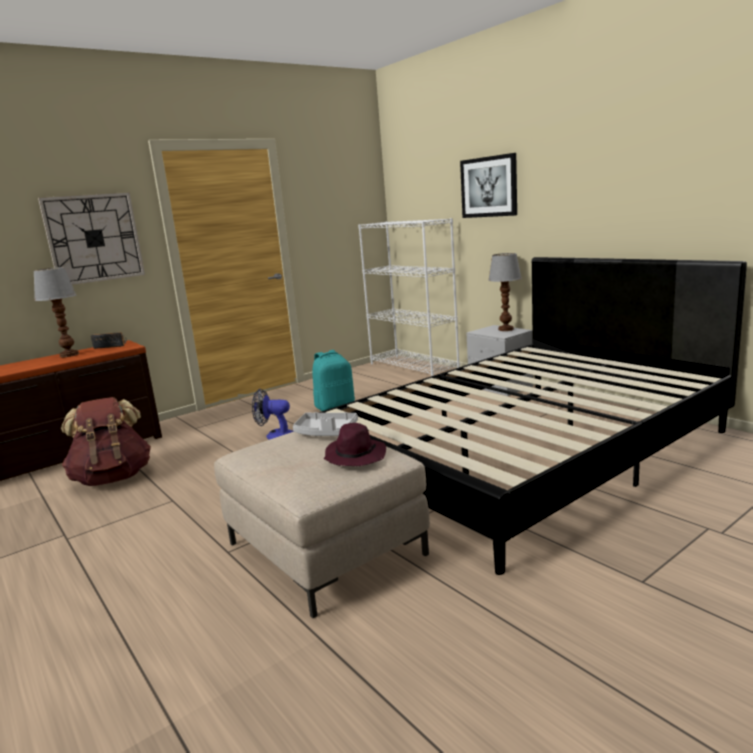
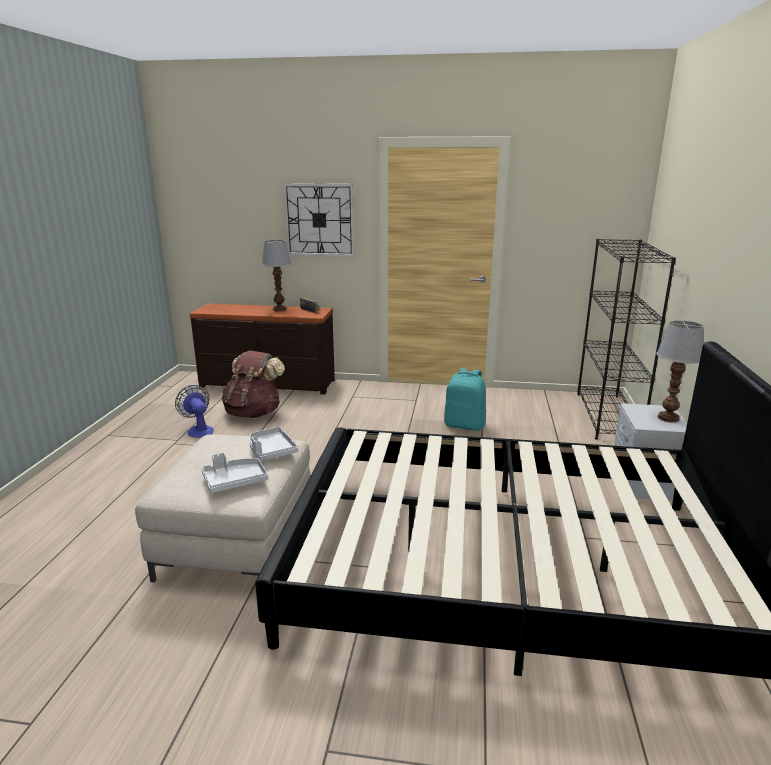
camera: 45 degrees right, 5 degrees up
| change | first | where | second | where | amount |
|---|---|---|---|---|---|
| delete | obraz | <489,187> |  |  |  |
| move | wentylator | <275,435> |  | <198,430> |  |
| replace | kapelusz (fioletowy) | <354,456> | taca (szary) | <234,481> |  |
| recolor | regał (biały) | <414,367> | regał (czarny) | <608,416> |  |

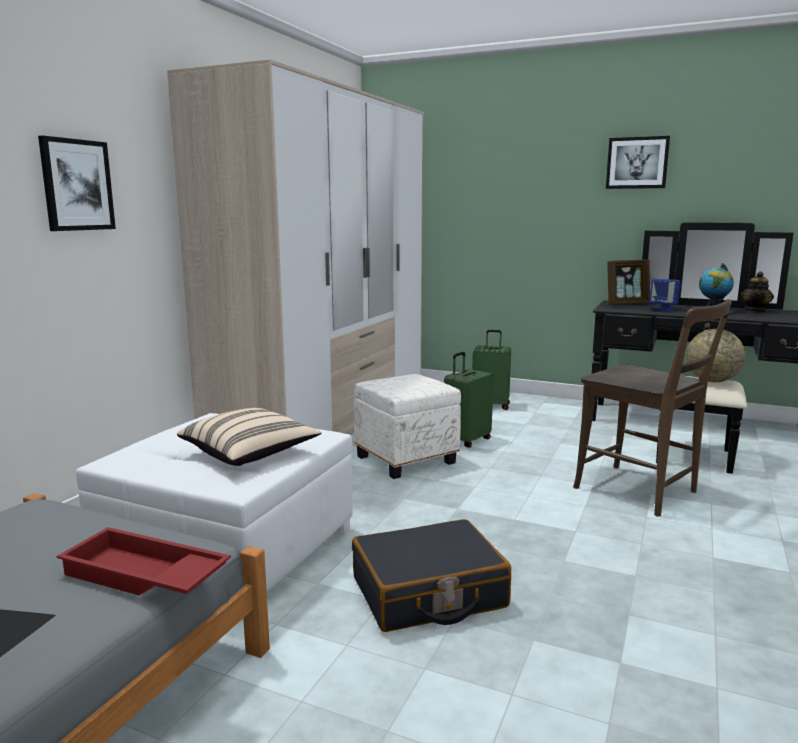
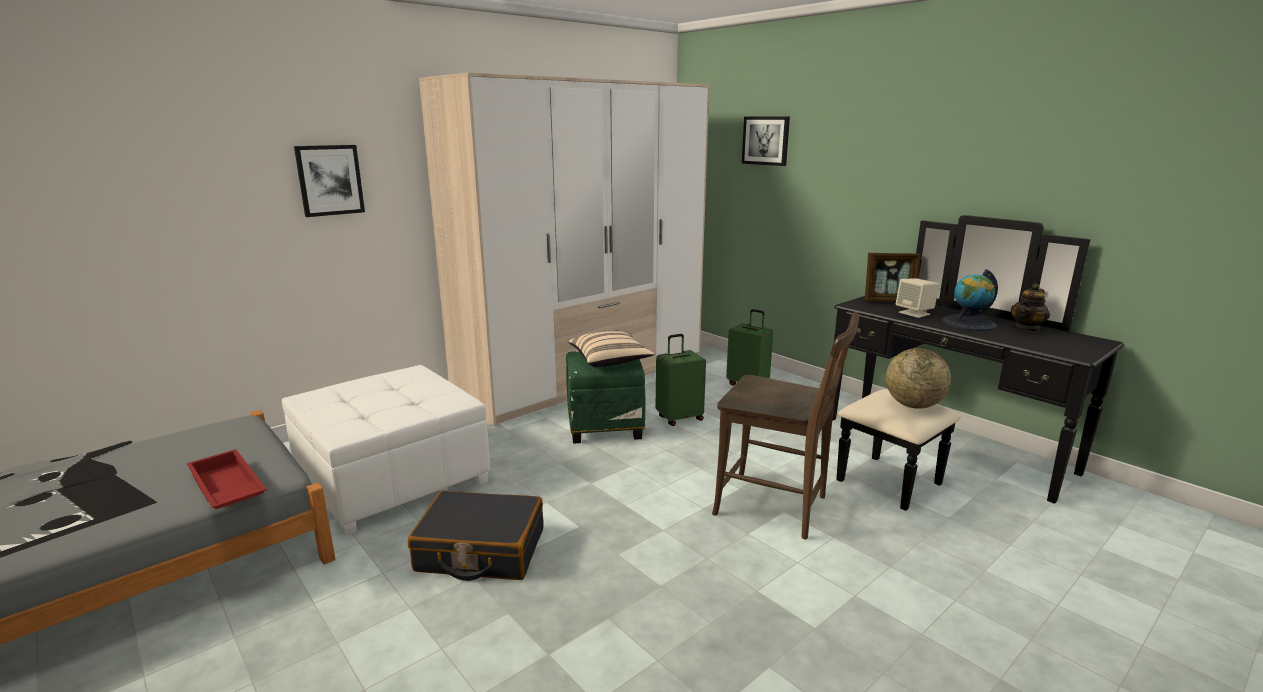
camera: 25 degrees right, 5 degrees up
| change | first | where | second | where | amount |
|---|---|---|---|---|---|
| move | poduszka (beżowy) | <250,454> |  | <610,361> |  |
| move | obraz | <637,163> |  | <766,140> |  |
| recolor | pufa (biały) | <406,459> | pufa (zielony) | <605,426> |  |
| recolor | głośnik (niebieski) | <663,309> | głośnik (beżowy) | <915,313> |  |
| rotate | krzesło (brązowy) | <641,492> |  | <777,507> | 45 degrees counterclockwise |

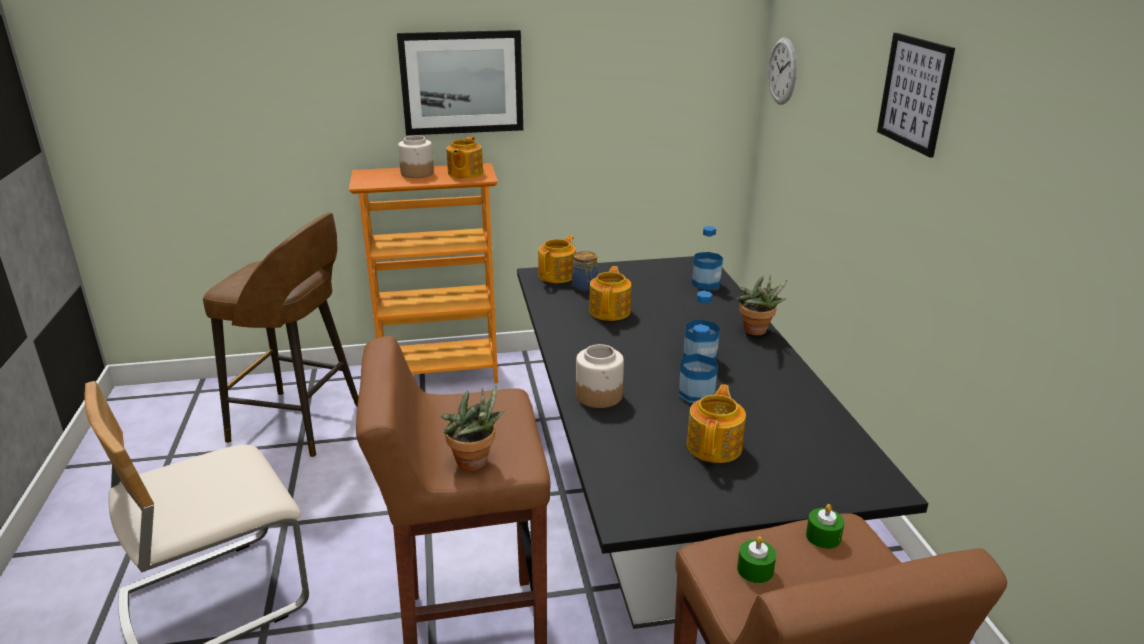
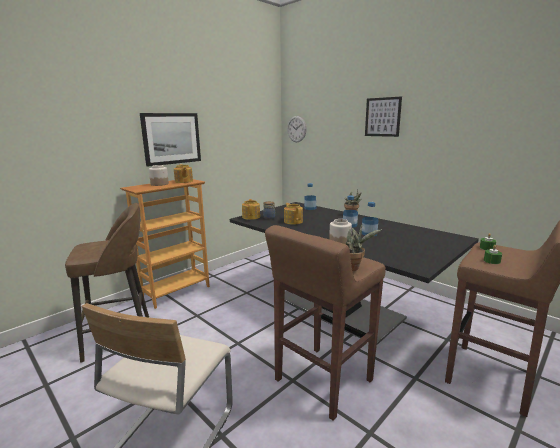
camera: 35 degrees left, 10 degrees down
| change | first | where | second | where | amount |
|---|---|---|---|---|---|
| delete | imbryk | <715,446> |  |  |  |

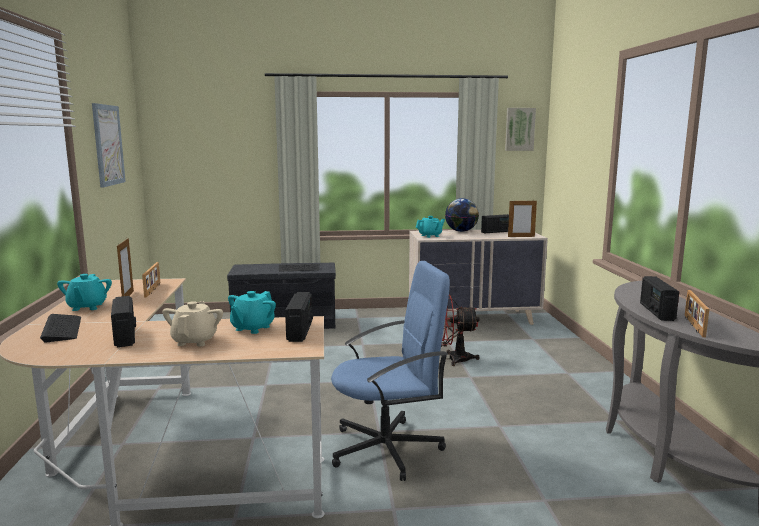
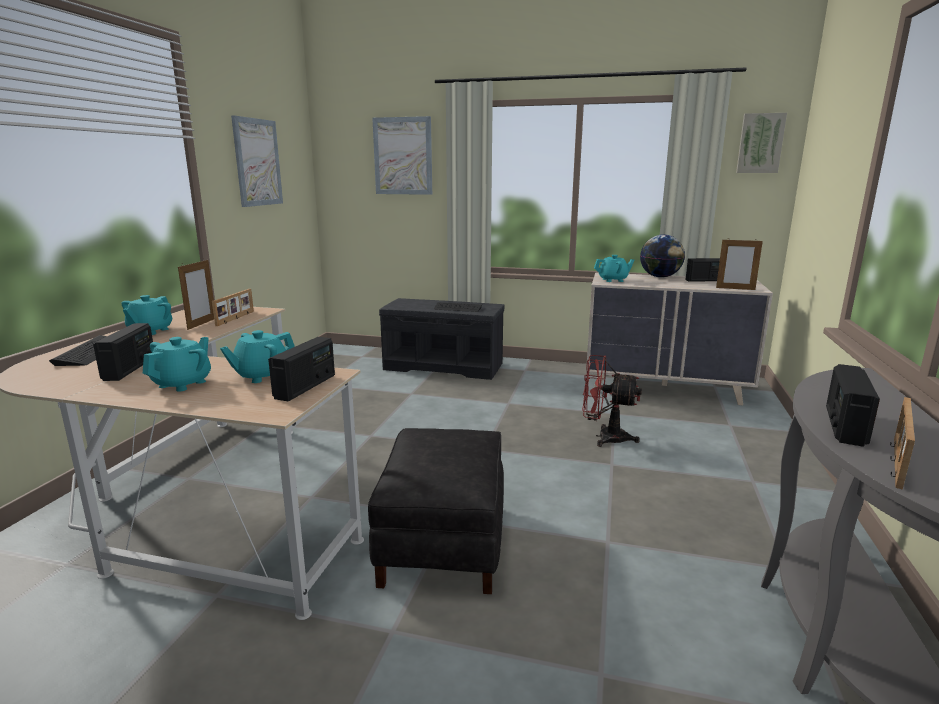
camera: 20 degrees right, 5 degrees up
| change | first | where | second | where | amount |
|---|---|---|---|---|---|
| insert |  |  | obraz | <403,156> |  |
| replace | krzesło biurowe (niebieski) | <387,449> | pufa (czarny) | <444,543> |  |
| recolor | imbryk (beżowy) | <195,341> | imbryk (turkusowy) | <183,383> |  |

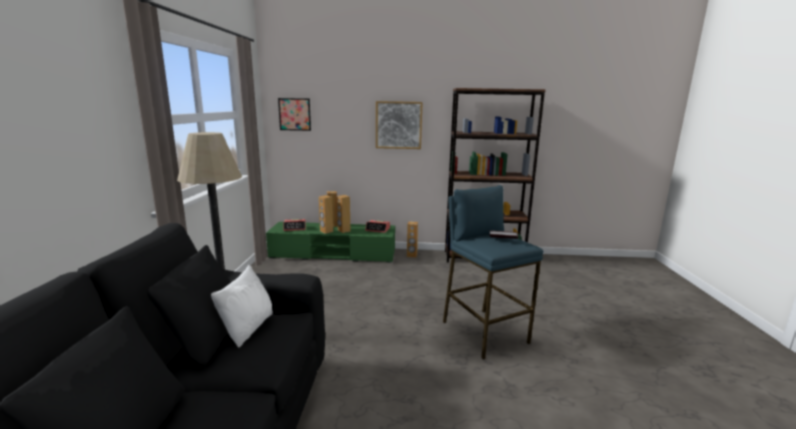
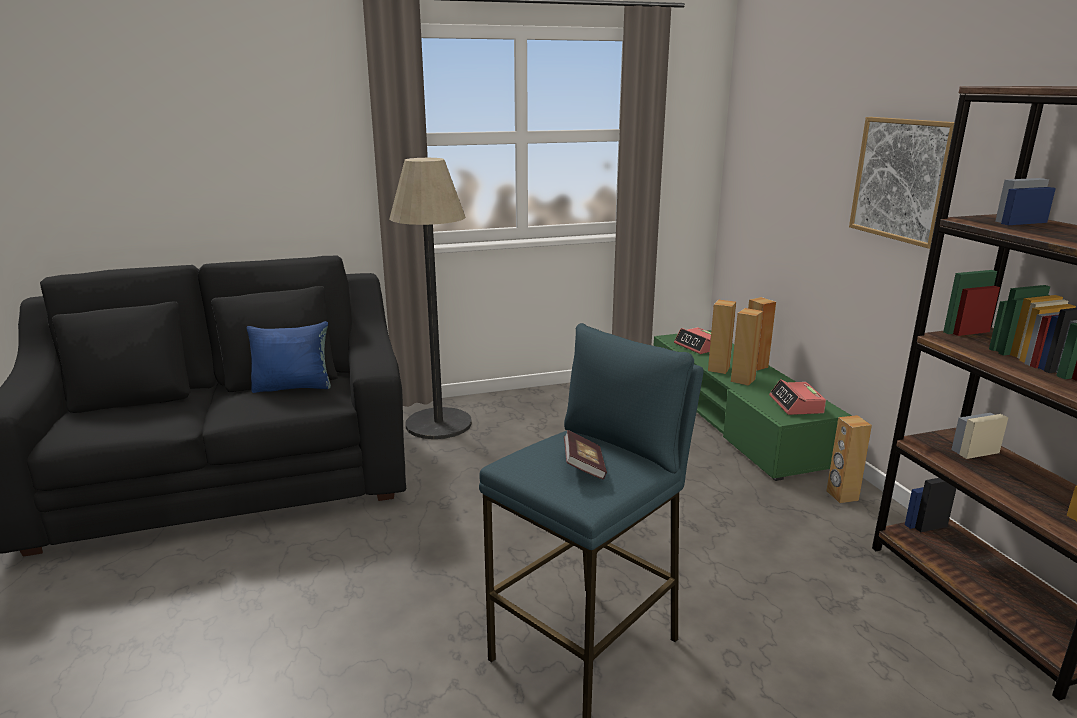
camera: 70 degrees right, 5 degrees up
| change | first | where | second | where | amount |
|---|---|---|---|---|---|
| delete | obraz | <294,114> |  |  |  |
| recolor | poduszka (biały) | <248,328> | poduszka (niebieski) | <293,387> |  |

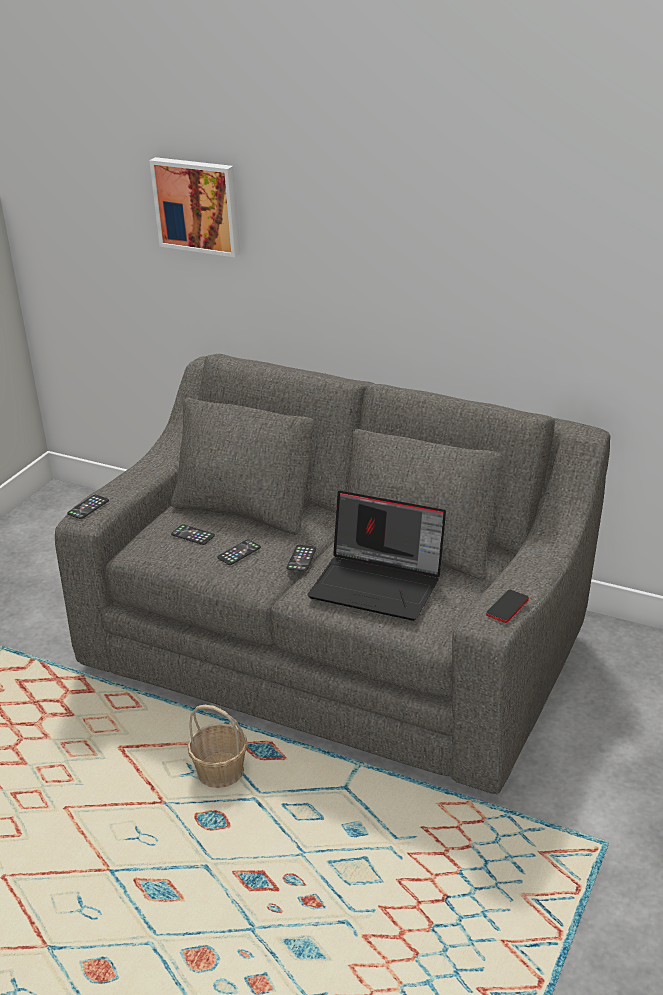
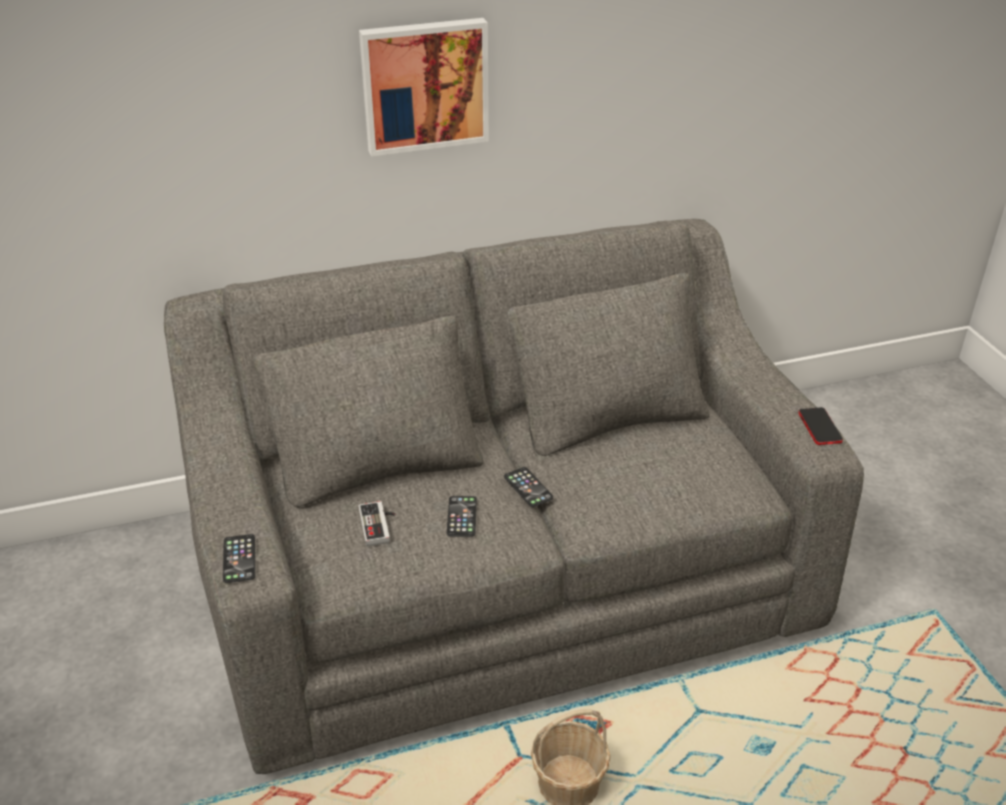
camera: 45 degrees left, 5 degrees up
| change | first | where | second | where | amount |
|---|---|---|---|---|---|
| delete | laptop | <379,584> |  |  |  |
| move | obraz | <198,205> |  | <424,85> |  |
| replace | telefon | <193,535> | pad do gier | <380,525> |  |

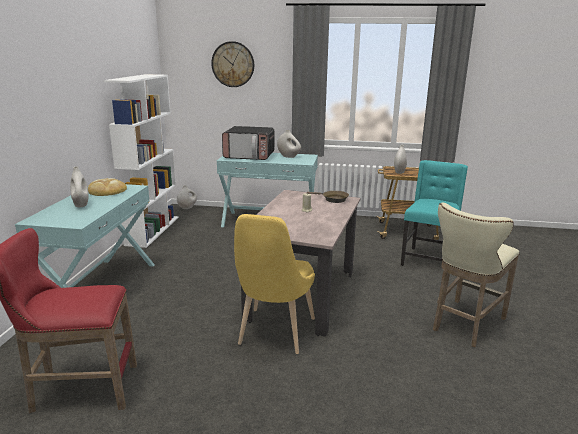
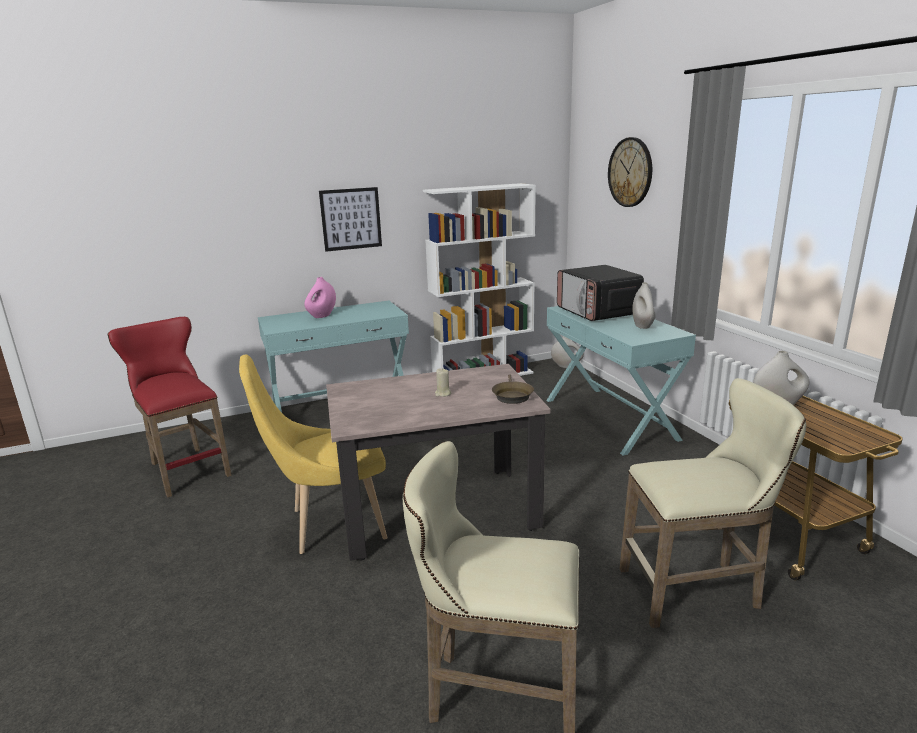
camera: 60 degrees right, 0 degrees up
| change | first | where | second | where | amount |
|---|---|---|---|---|---|
| delete | chleb | <107,190> |  |  |  |
| insert |  |  | obraz | <351,219> |  |
| replace | krzesło (turkusowy) | <428,260> | stołek (beżowy) | <697,590> |  |
| recolor | wazon (biały) | <81,204> | wazon (różowy) | <322,316> |  |

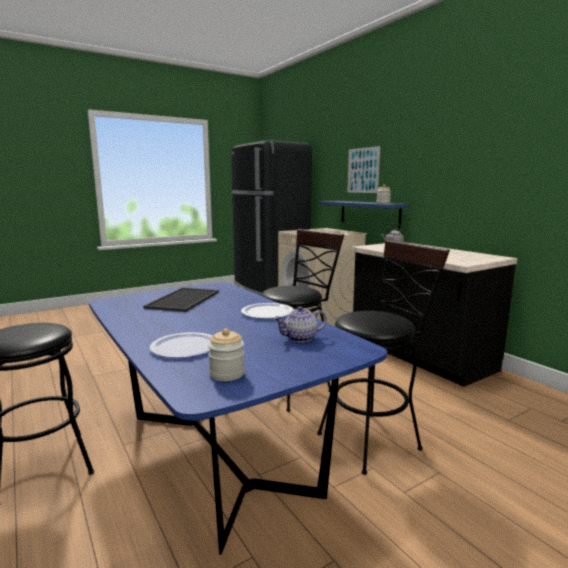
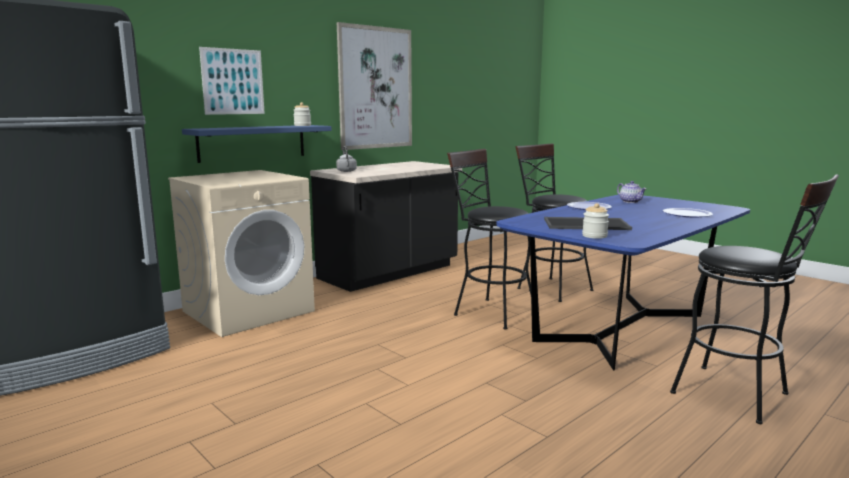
camera: 100 degrees left, 0 degrees up
| change | first | where | second | where | amount |
|---|---|---|---|---|---|
| insert |  |  | obraz | <375,88> |  |
| move | słoik | <227,374> |  | <594,236> |  |

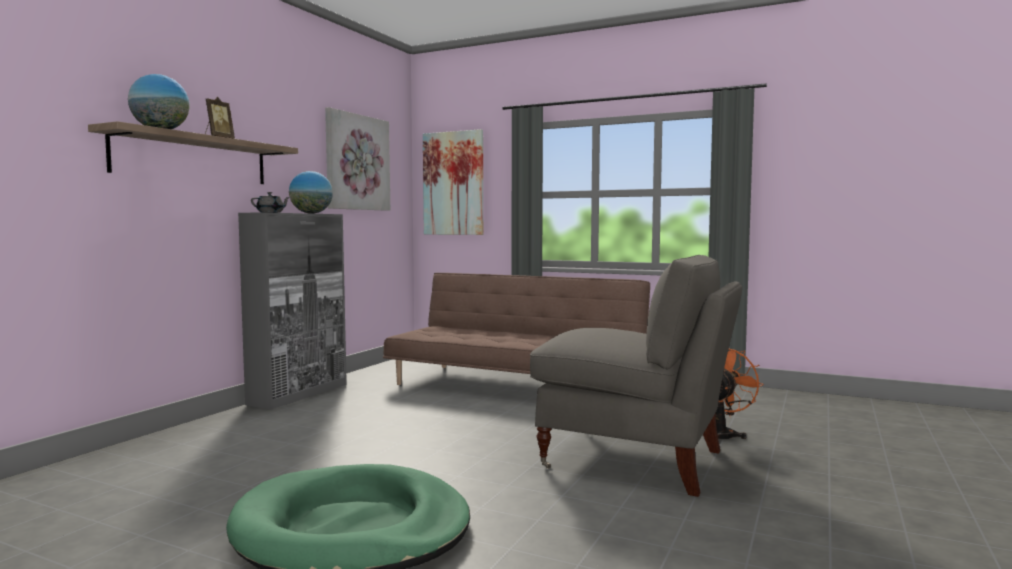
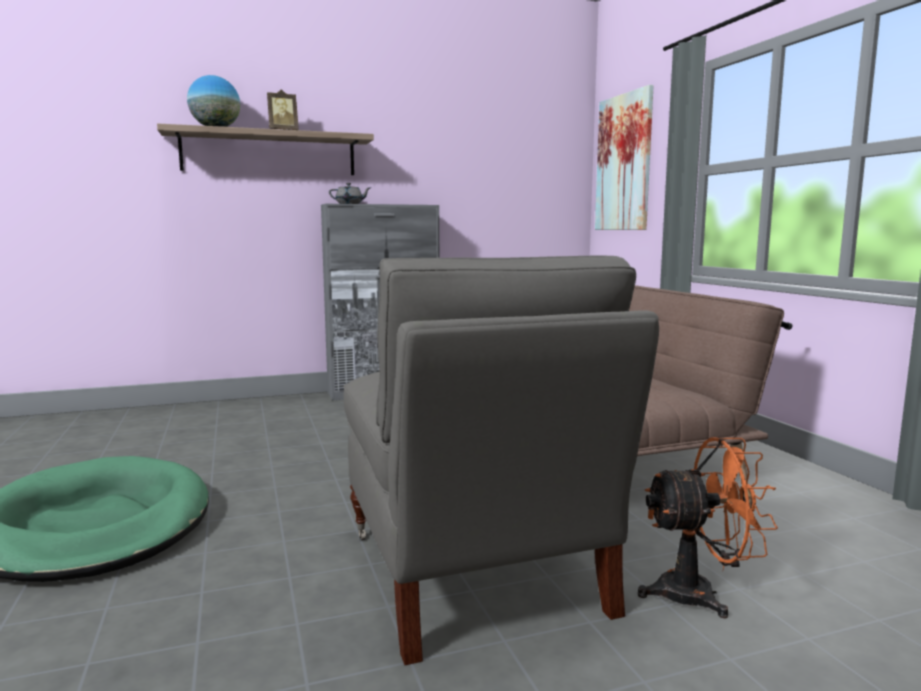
camera: 45 degrees right, 5 degrees up
| change | first | where | second | where | amount |
|---|---|---|---|---|---|
| delete | globus | <311,213> |  |  |  |
| delete | obraz | <357,162> |  |  |  |

